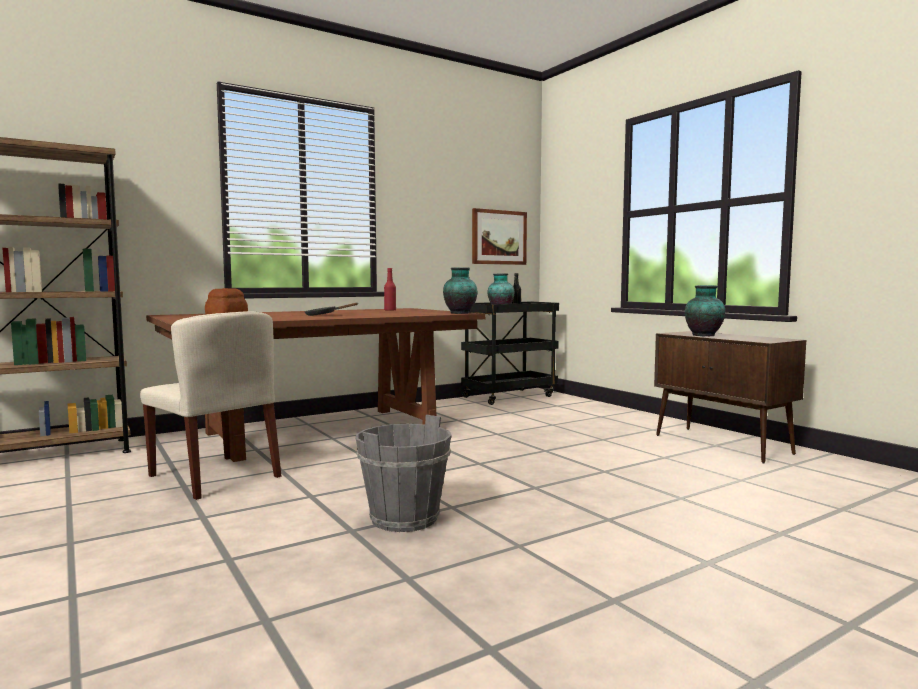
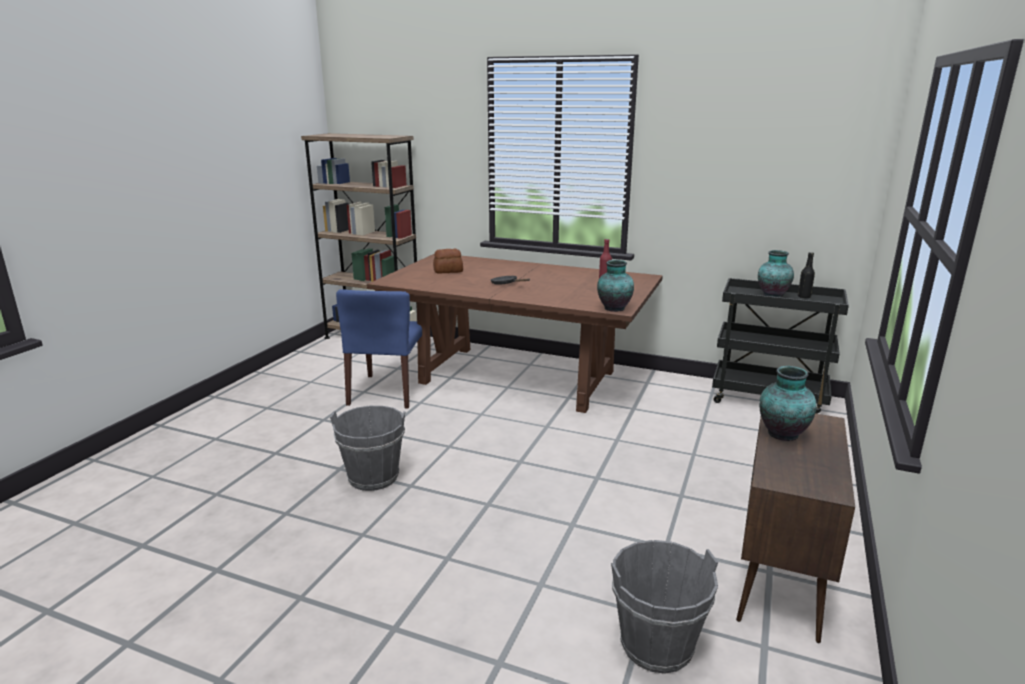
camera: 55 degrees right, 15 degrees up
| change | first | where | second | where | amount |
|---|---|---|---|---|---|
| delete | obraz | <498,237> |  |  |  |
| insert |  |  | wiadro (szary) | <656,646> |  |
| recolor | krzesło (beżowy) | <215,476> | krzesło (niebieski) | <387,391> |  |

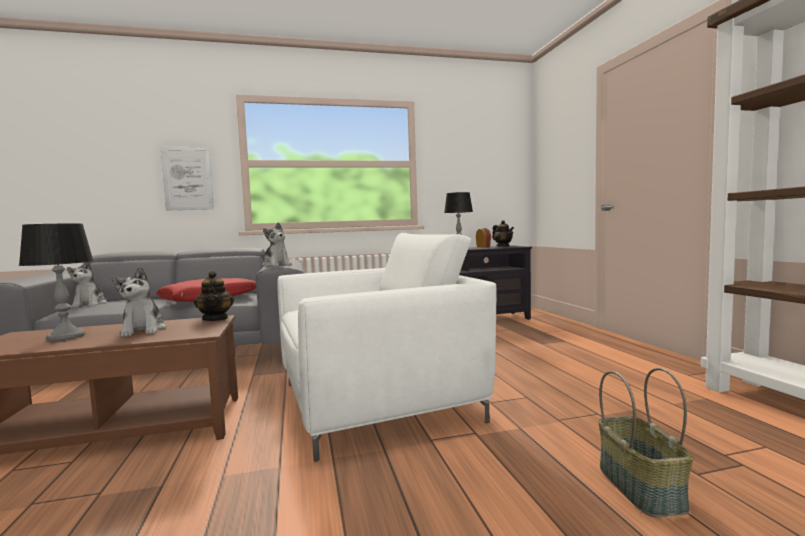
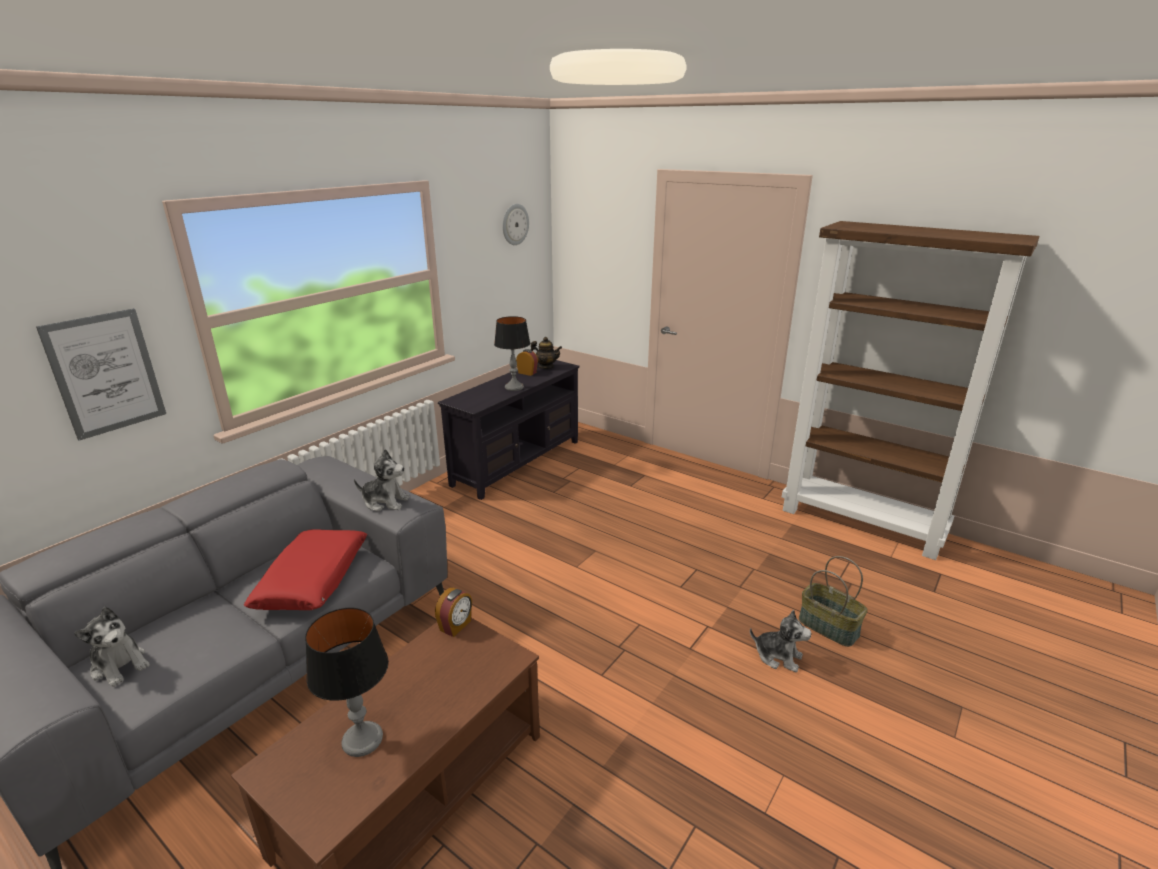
camera: 40 degrees left, 20 degrees up
| change | first | where | second | where | amount |
|---|---|---|---|---|---|
| delete | fotel (biały) | <378,401> |  |  |  |
| insert |  |  | zegar ścienny | <514,224> |  |
| move | pluszak | <143,330> |  | <778,656> |  |
| replace | imbryk | <216,319> | budzik | <456,626> |  |

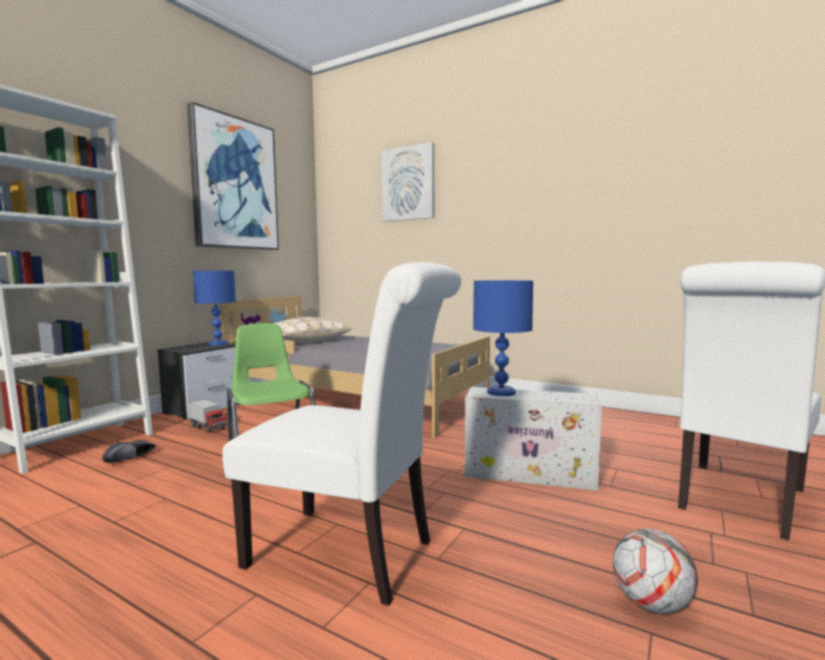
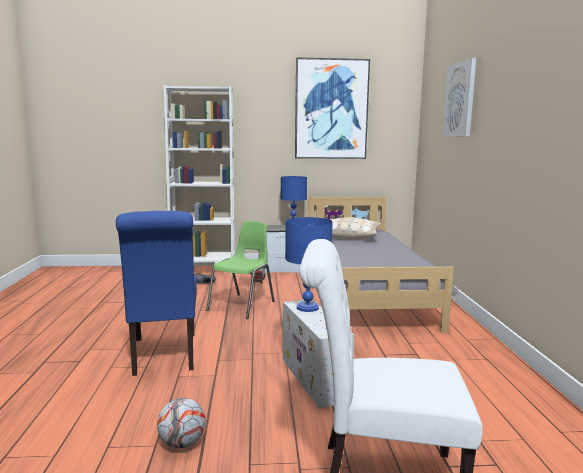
camera: 55 degrees right, 5 degrees up
| change | first | where | second | where | amount |
|---|---|---|---|---|---|
| recolor | krzesło (biały) | <351,555> | krzesło (niebieski) | <164,356> |  |

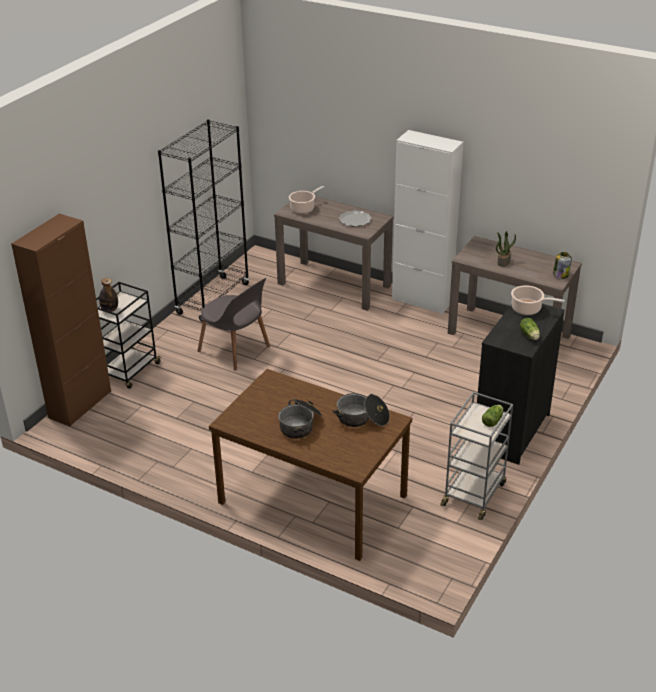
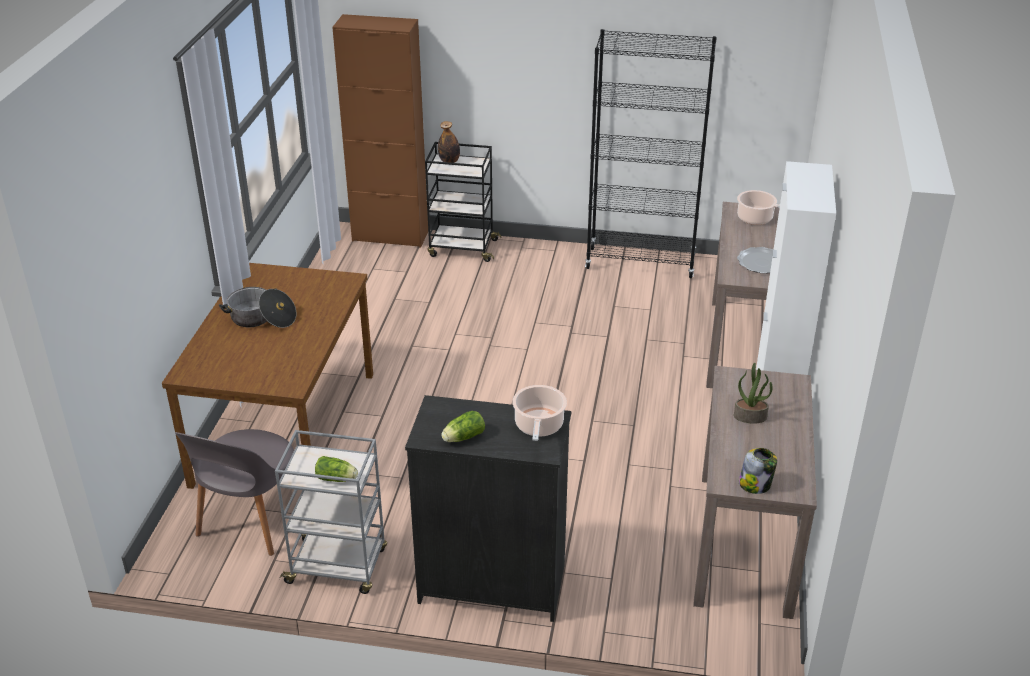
camera: 70 degrees right, 0 degrees up
| change | first | where | second | where | amount |
|---|---|---|---|---|---|
| delete | garnek | <362,419> |  |  |  |
| move | krzesło (szary) | <236,350> |  | <251,520> |  |

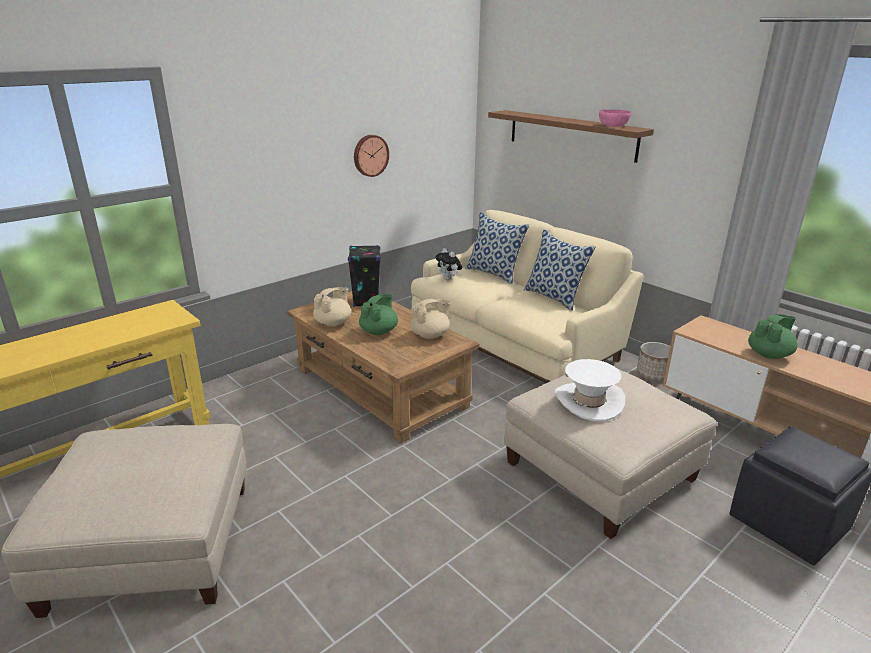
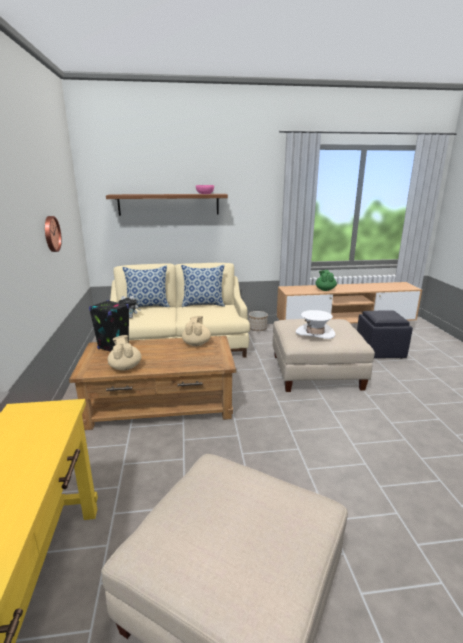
camera: 55 degrees left, 5 degrees down
| change | first | where | second | where | amount |
|---|---|---|---|---|---|
| delete | imbryk (zielony) | <379,331> |  |  |  |

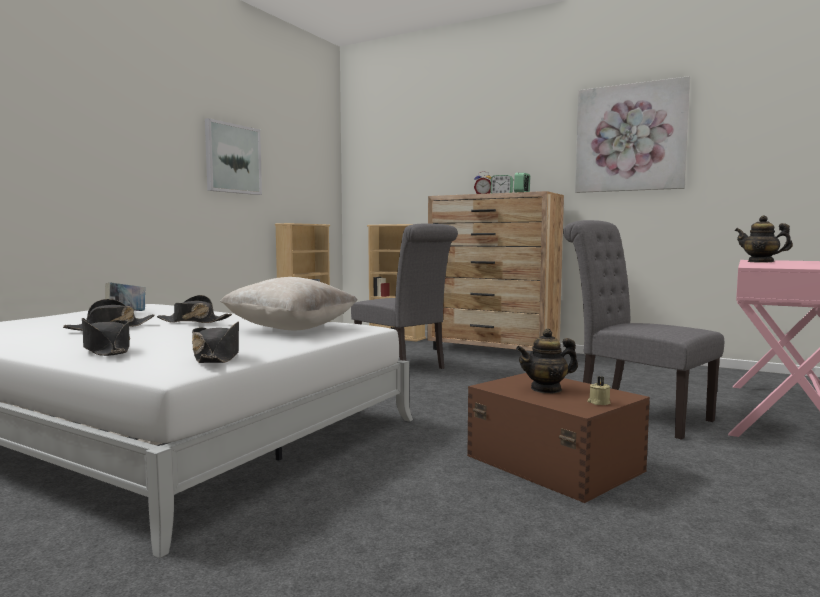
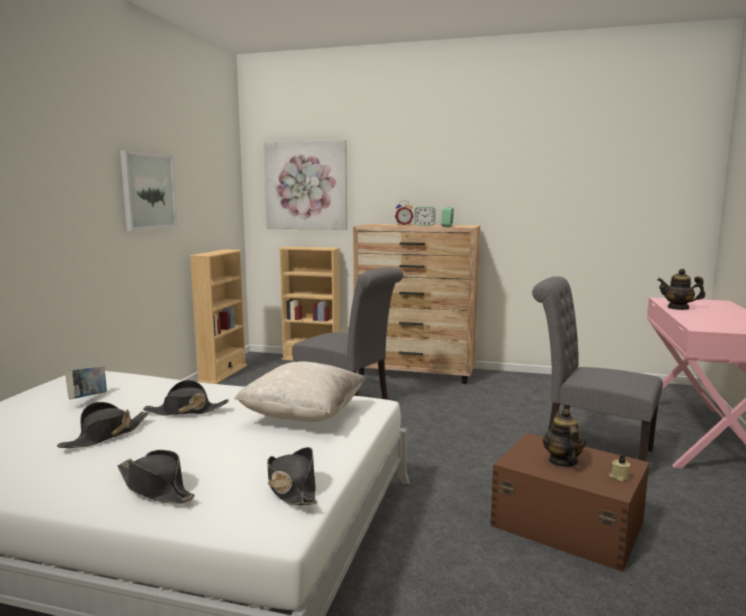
camera: 15 degrees left, 5 degrees up
| change | first | where | second | where | amount |
|---|---|---|---|---|---|
| move | obraz | <630,138> |  | <306,185> |  |
| rotate | imbryk | <546,389> |  | <562,461> | 120 degrees clockwise |

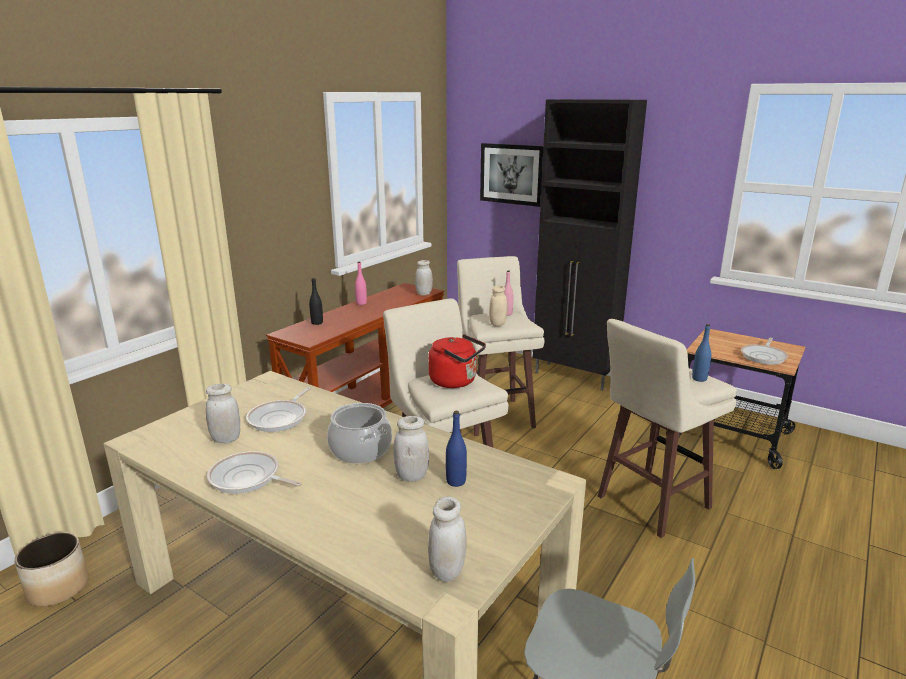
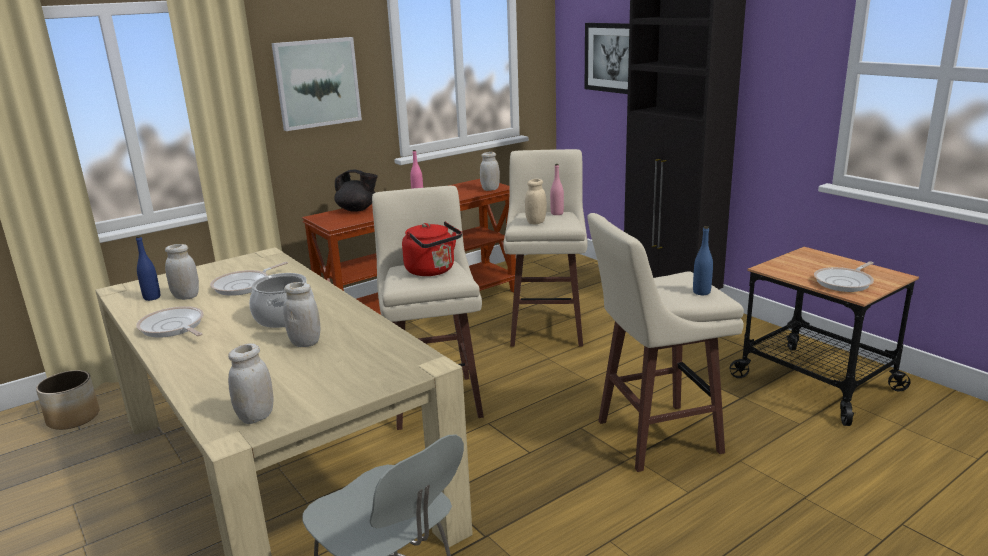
camera: 20 degrees right, 0 degrees up
| change | first | where | second | where | amount |
|---|---|---|---|---|---|
| insert |  |  | obraz | <317,83> |  |
| move | butelka (niebieski) | <456,481> |  | <152,297> |  |
| replace | butelka (czarny) | <317,323> | imbryk (czarny) | <357,210> |  |

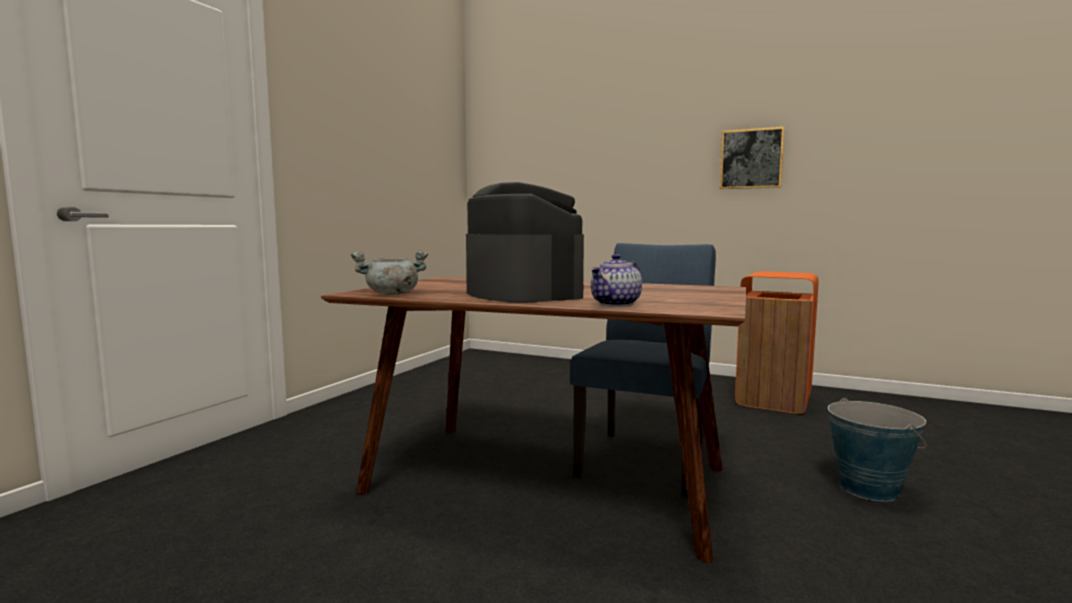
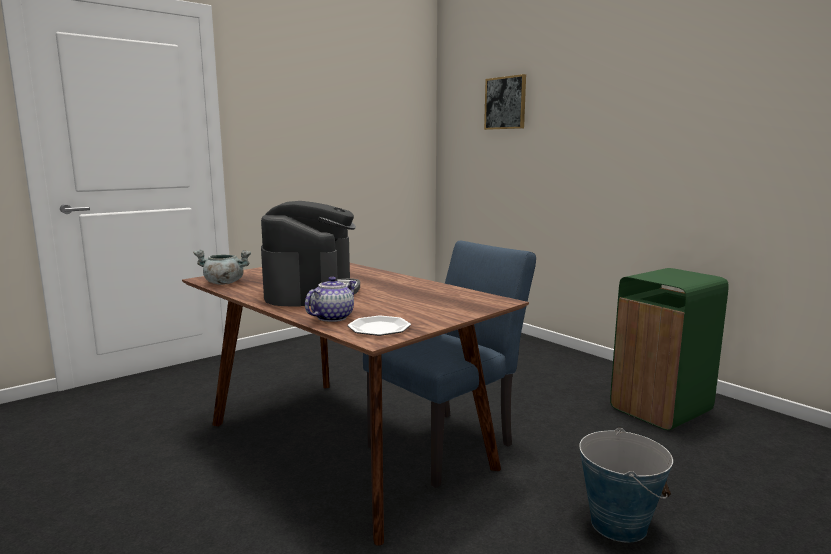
camera: 25 degrees right, 5 degrees up
| change | first | where | second | where | amount |
|---|---|---|---|---|---|
| insert |  |  | talerz | <378,328> |  |
| move | obraz | <751,159> |  | <505,103> |  |
| recolor | kosz na śmieci (pomarańczowy) | <774,400> | kosz na śmieci (zielony) | <662,409> |  |
| rotate | imbryk | <616,304> |  | <332,317> | 150 degrees clockwise |

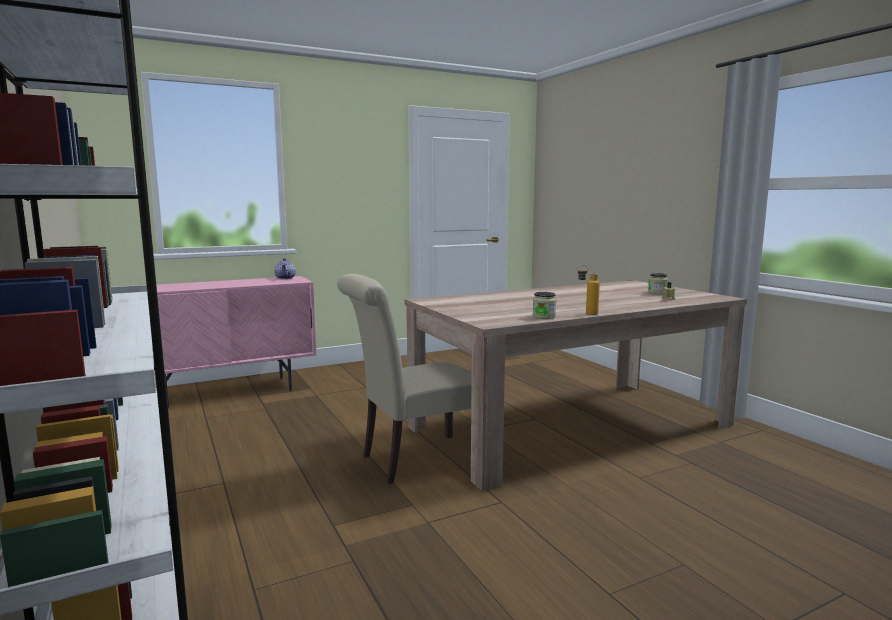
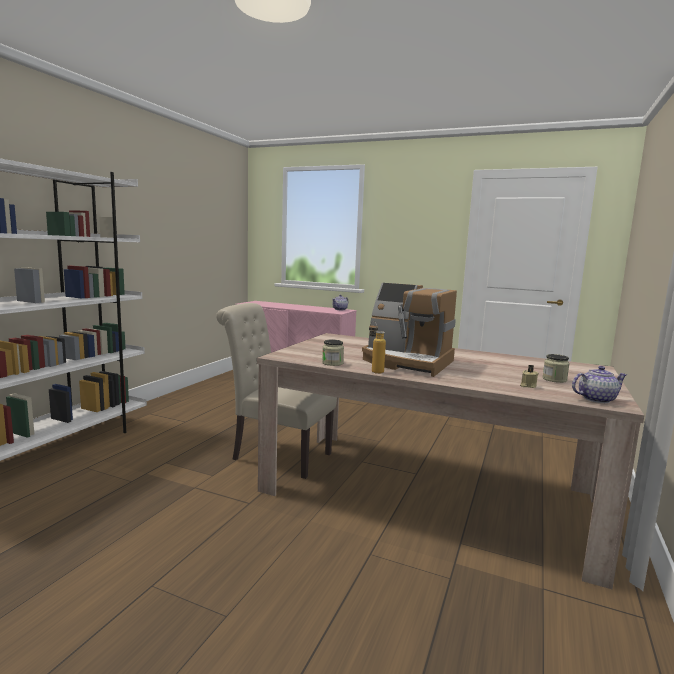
camera: 50 degrees right, 0 degrees up
| change | first | where | second | where | amount |
|---|---|---|---|---|---|
| insert |  |  | ekspres do kawy | <407,362> |  |
| insert |  |  | imbryk | <596,399> |  |

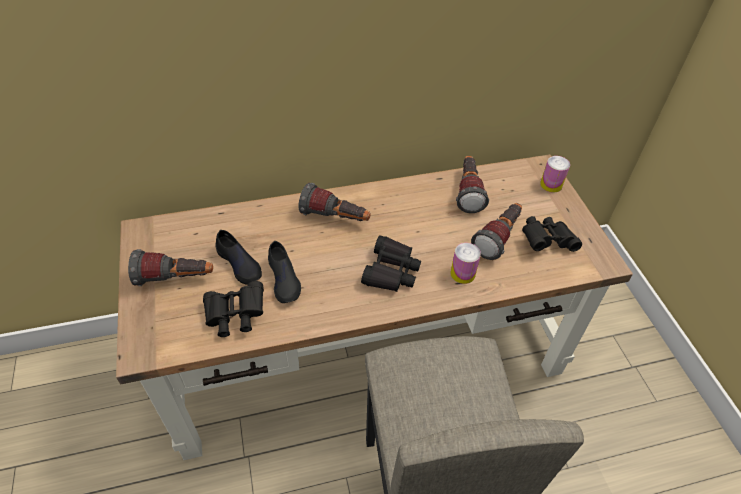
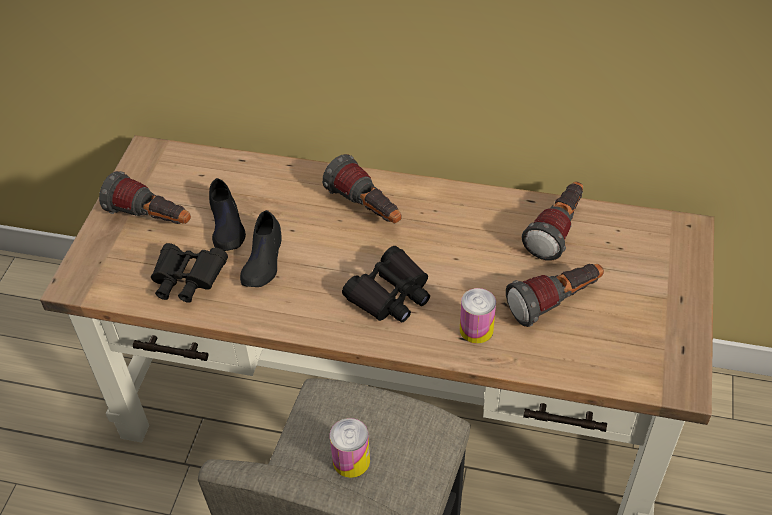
camera: 30 degrees right, 0 degrees up
| change | first | where | second | where | amount |
|---|---|---|---|---|---|
| delete | lornetka (czarny) | <546,241> |  |  |  |
| move | puszka | <551,185> |  | <351,461> |  |

